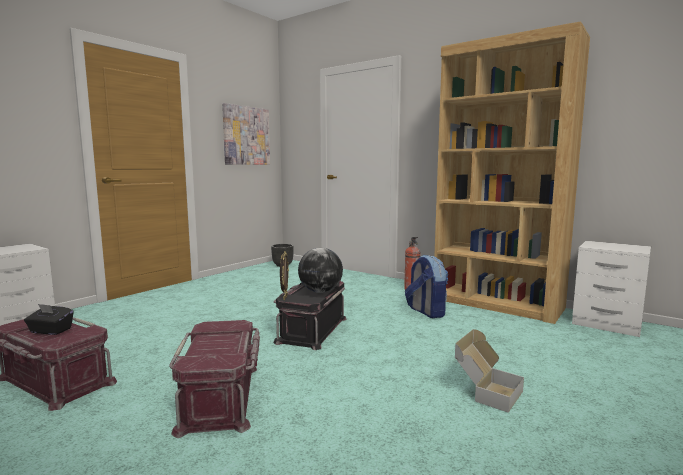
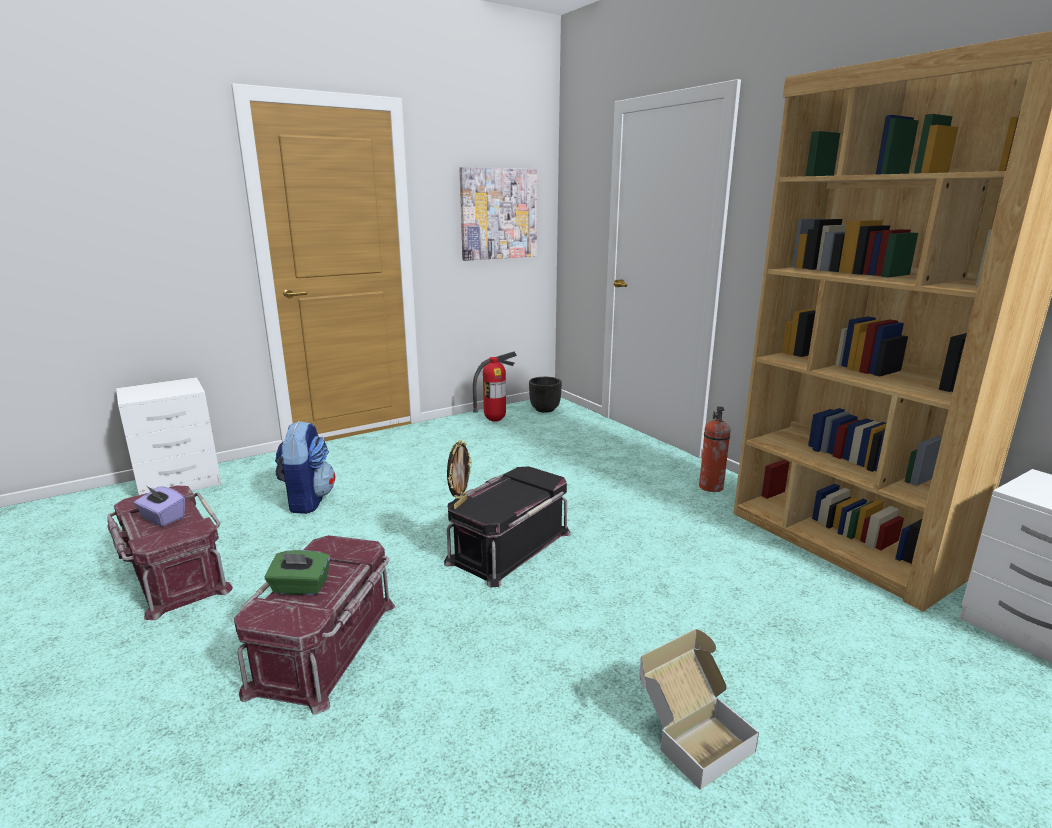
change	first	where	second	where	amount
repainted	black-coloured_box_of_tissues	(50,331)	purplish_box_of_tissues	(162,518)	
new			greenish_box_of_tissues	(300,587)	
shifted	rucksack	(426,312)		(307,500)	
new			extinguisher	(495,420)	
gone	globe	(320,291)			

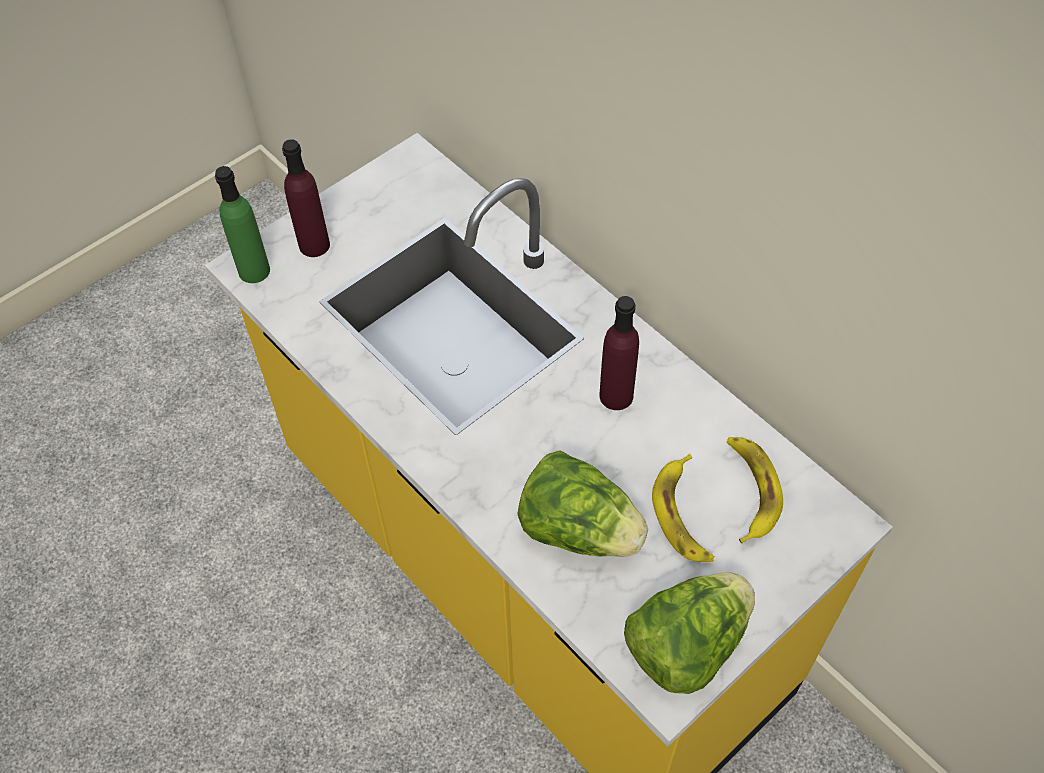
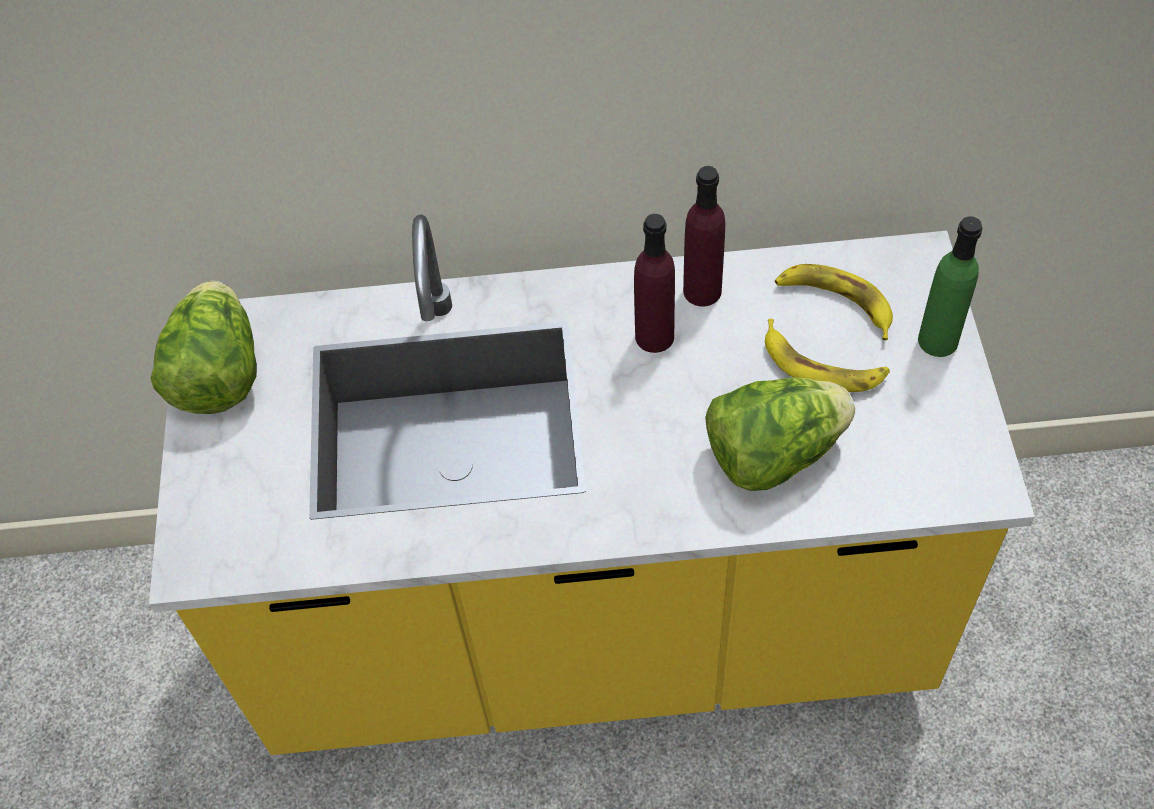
change	first	where	second	where	amount
shifted	lettuce_head	(686,645)		(218,374)	
shifted	purplish_beverage_bottle	(314,245)		(702,291)	
shifted	greenish_beverage_bottle	(254,270)		(937,340)	

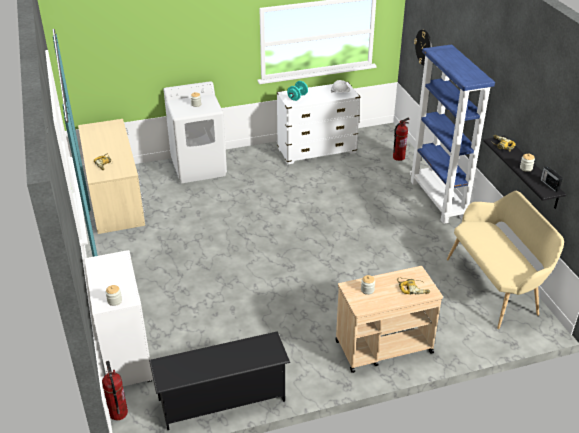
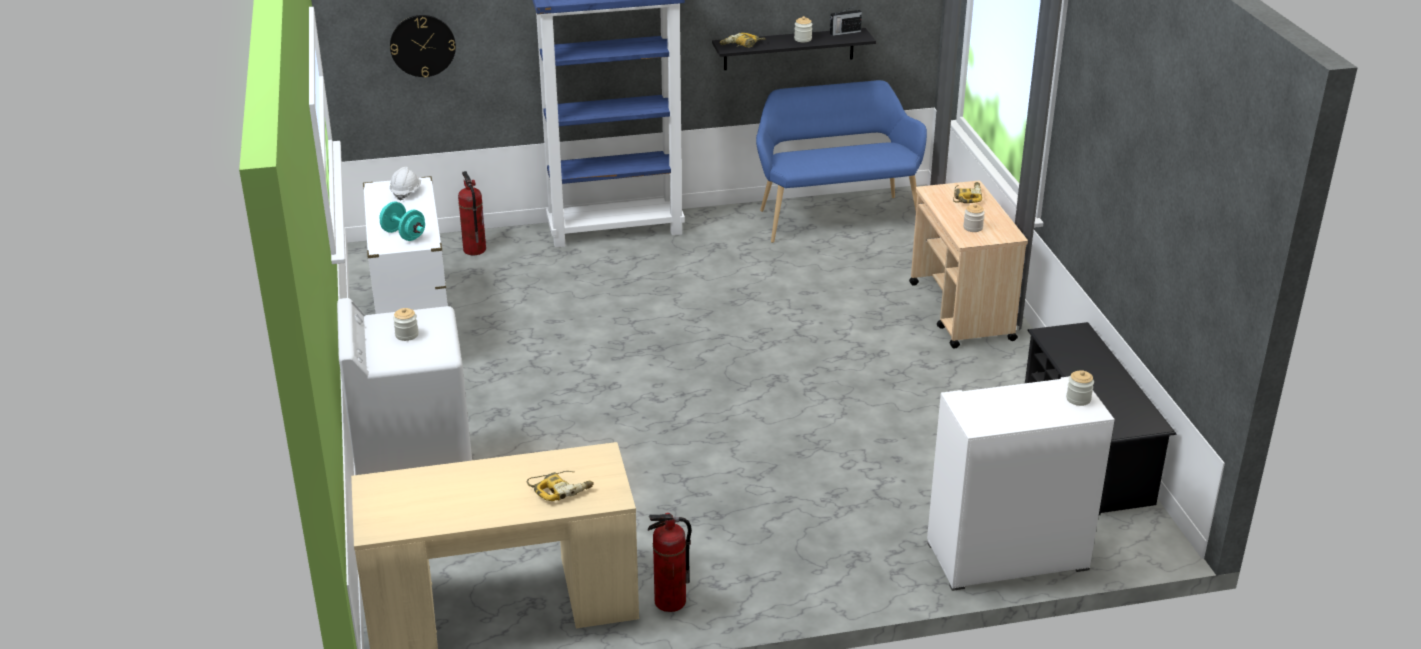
change	first	where	second	where	amount
shifted	extinguisher	(118,413)		(670,602)	
repainted	beige_indoor_bench	(496,286)	bluish_indoor_bench	(835,216)	

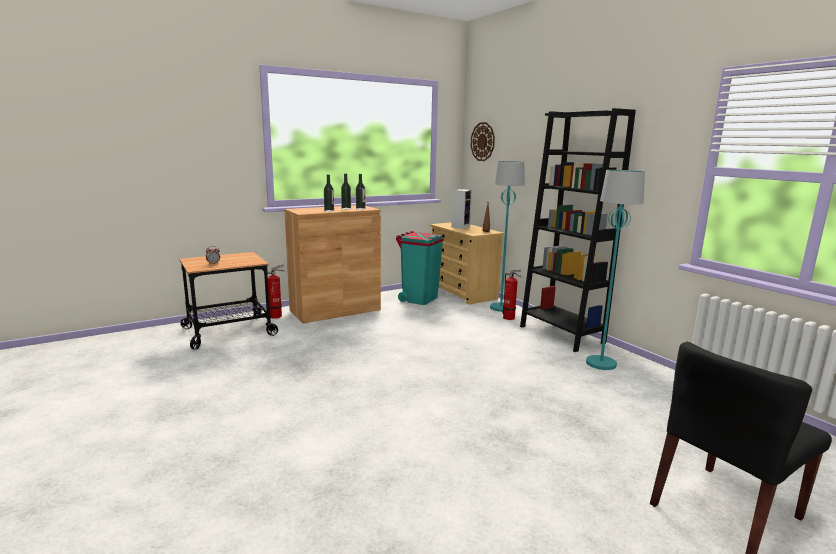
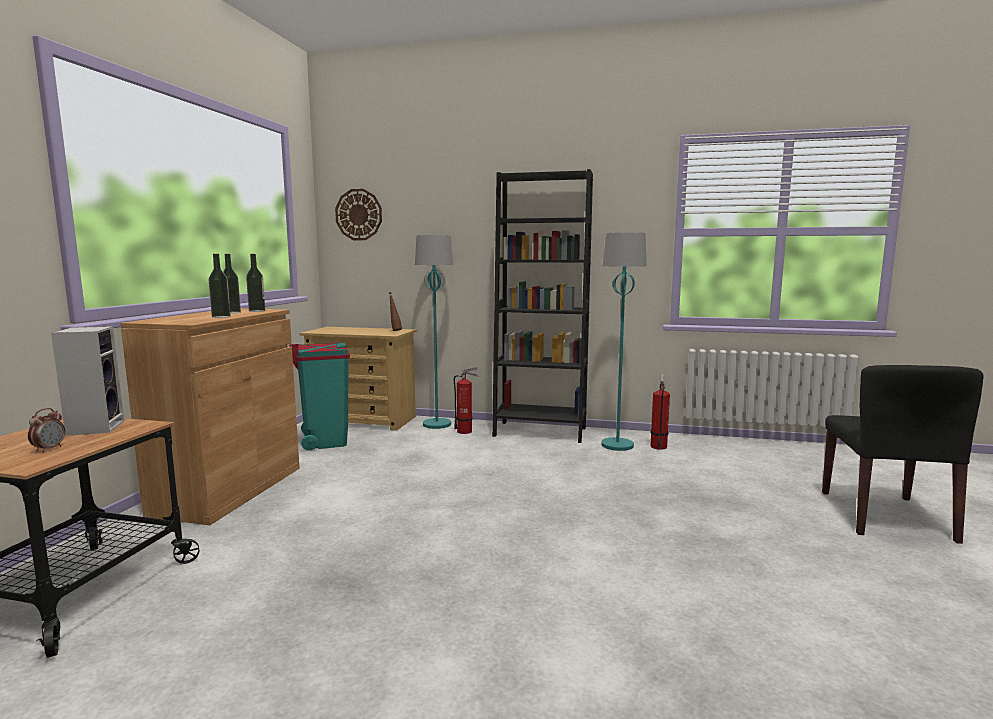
change	first	where	second	where	amount
shifted	loudspeaker	(460,226)		(95,427)	
shifted	extinguisher	(277,316)		(658,446)	

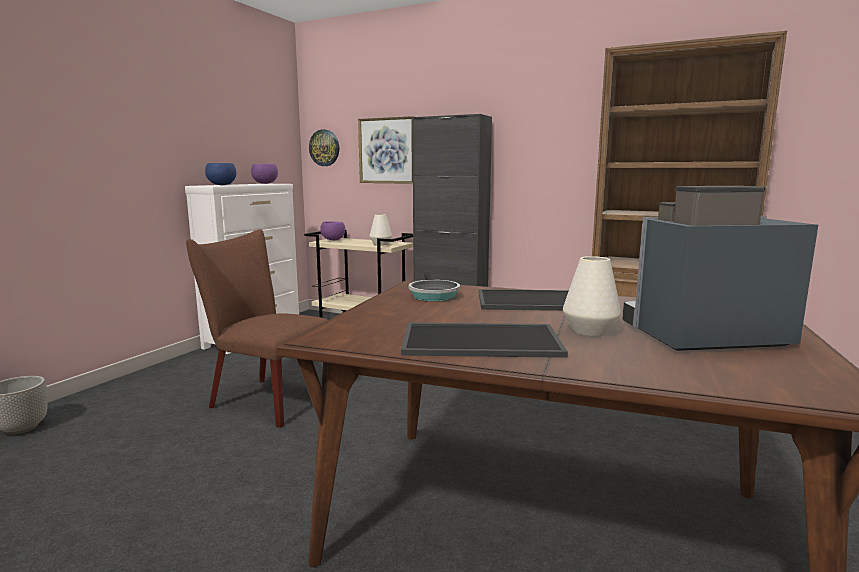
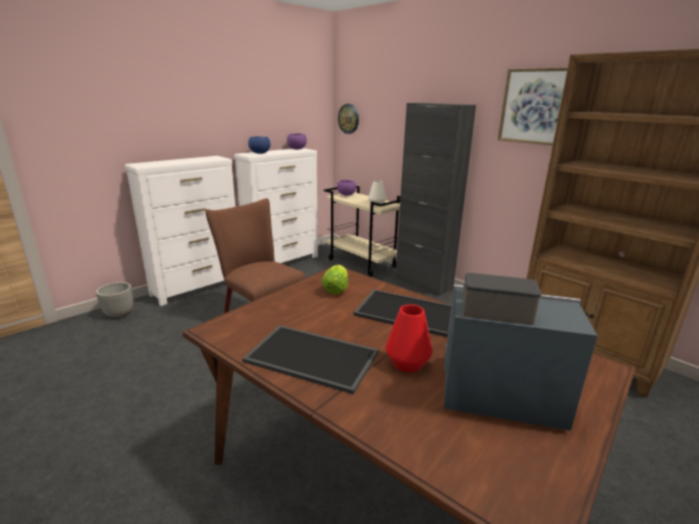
change	first	where	second	where	amount
new			white-coloured_chest_of_drawers	(198,287)	
swapped	frying_pan	(433,295)	lettuce_head	(336,289)	
repainted	white-coloured_vase	(590,331)	red_vase	(407,363)	
shifted	picture	(387,150)		(537,106)	

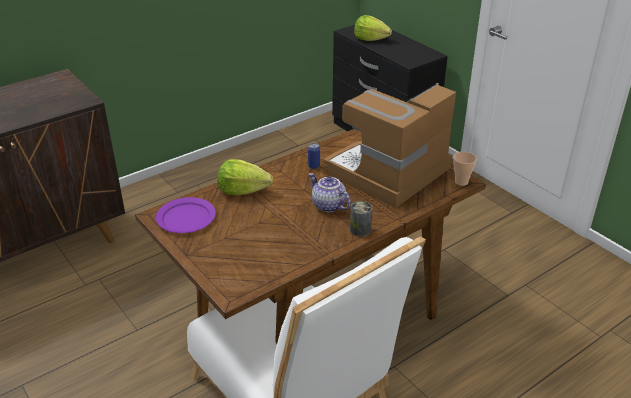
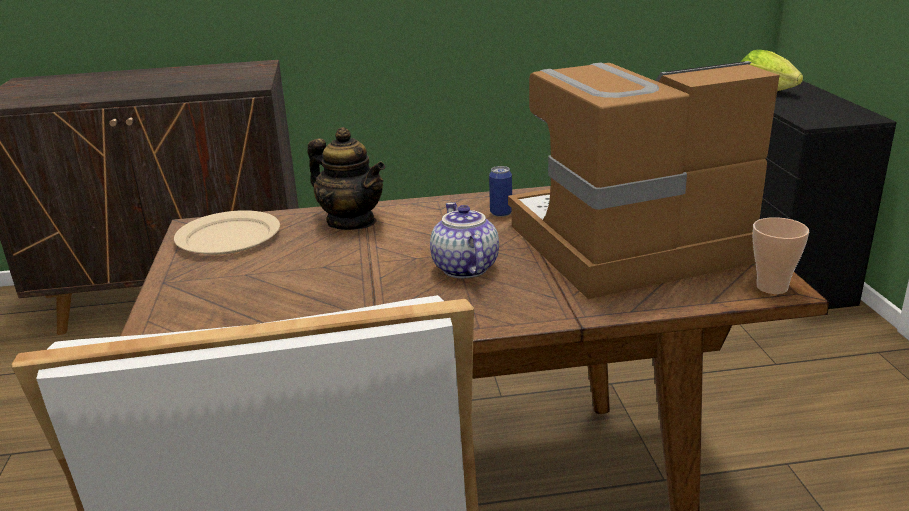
change	first	where	second	where	amount
repainted	purplish_dinner_plate	(186,217)	beige_dinner_plate	(228,237)	
swapped	lettuce_head	(243,191)	tea_pot	(351,222)	
gone	sealed_can	(360,230)			

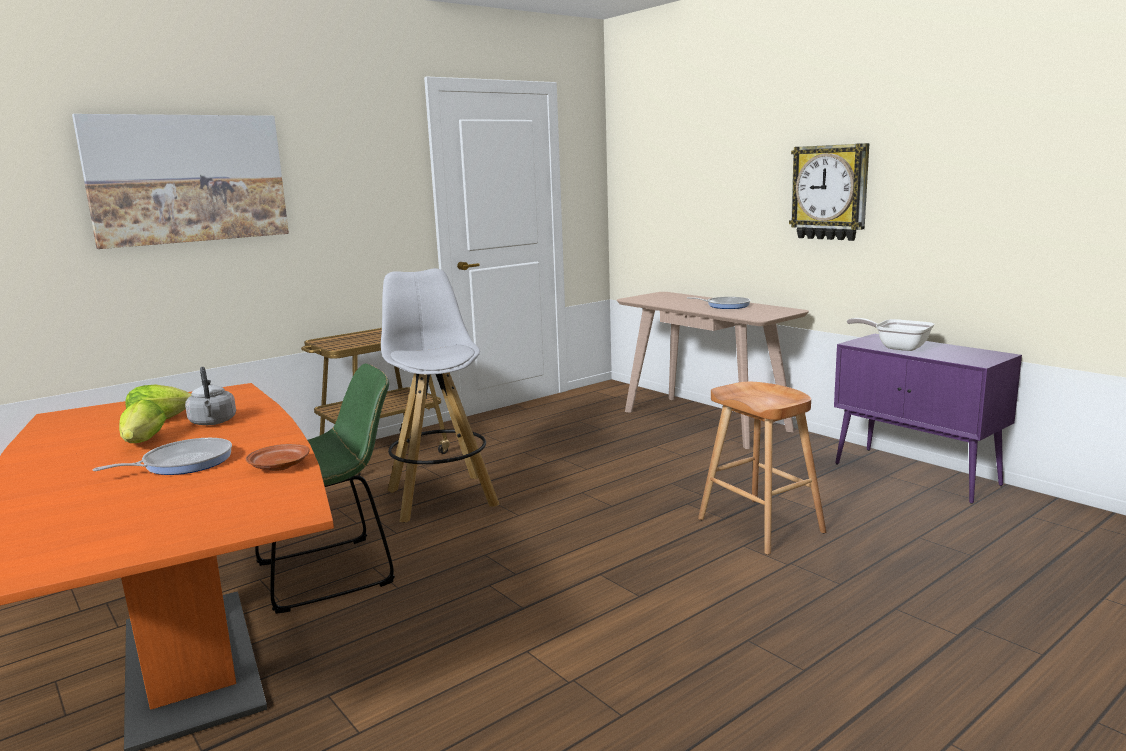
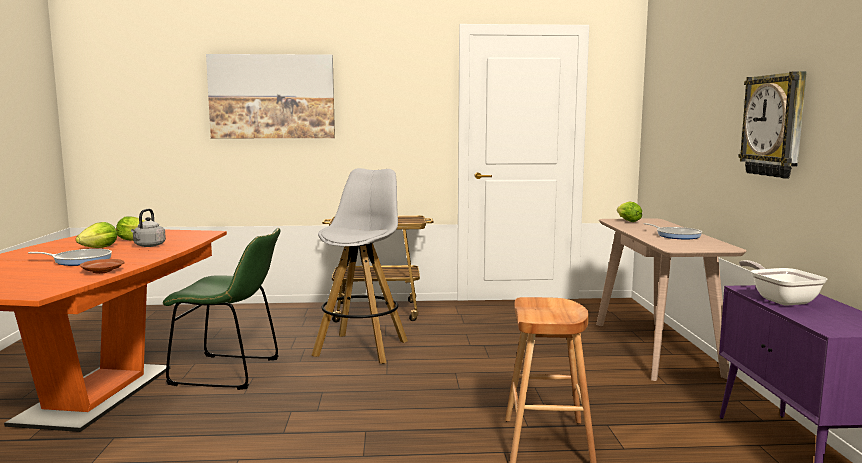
change	first	where	second	where	amount
new			lettuce_head	(627,221)	

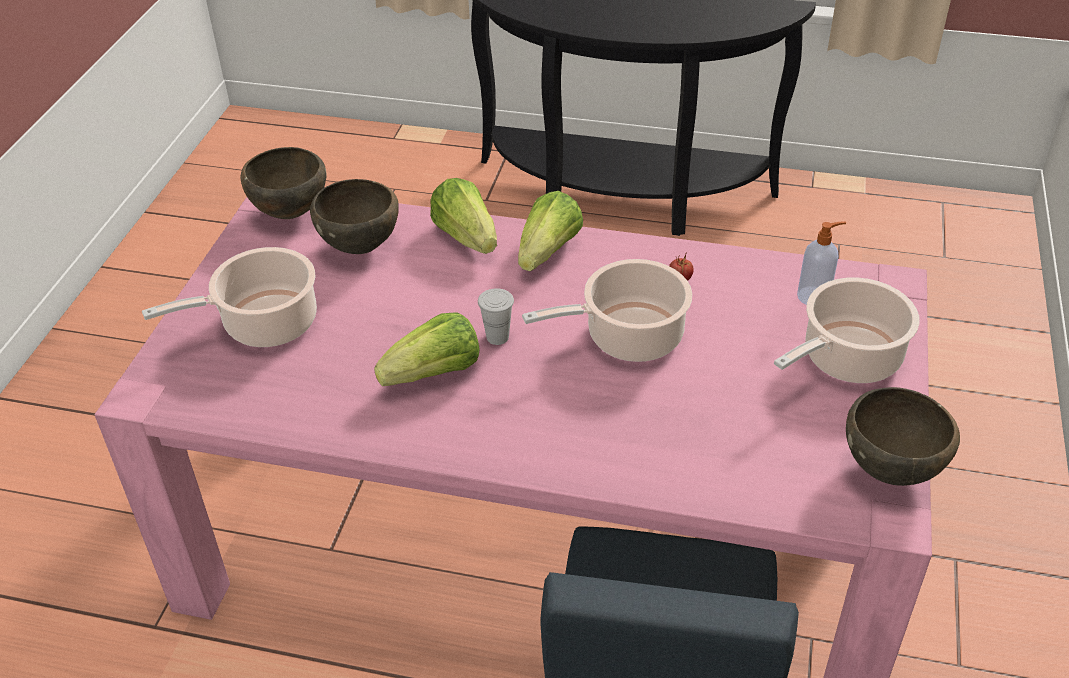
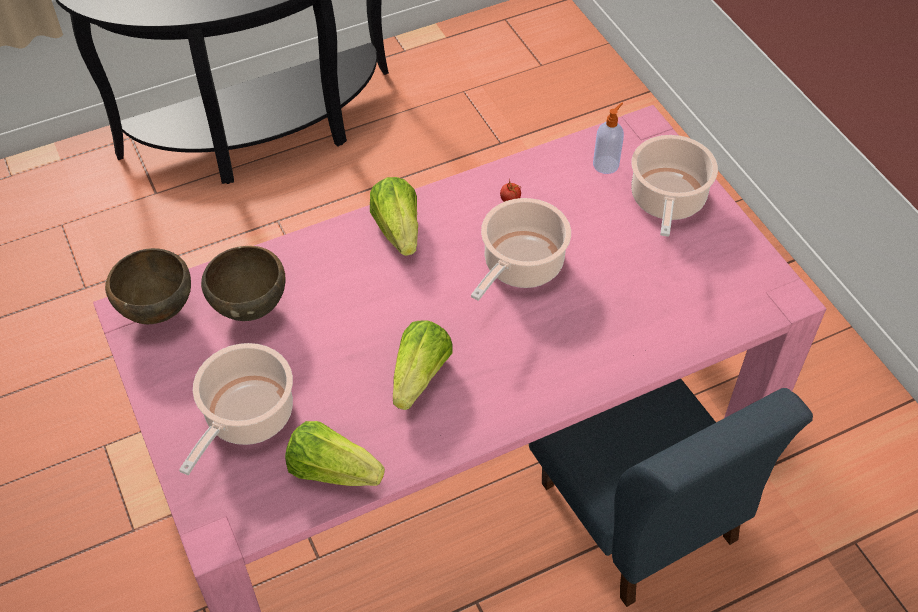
change	first	where	second	where	amount
shifted	lettuce_head	(467,237)		(332,470)	
gone	white-coloured_drinking_cup	(497,337)			
gone	brown_deep_dish	(891,471)			

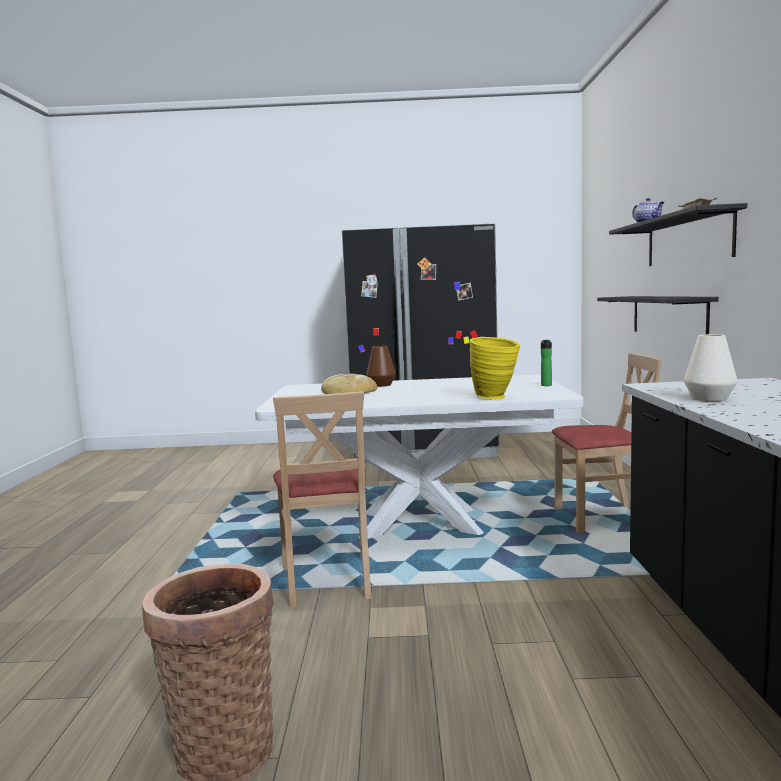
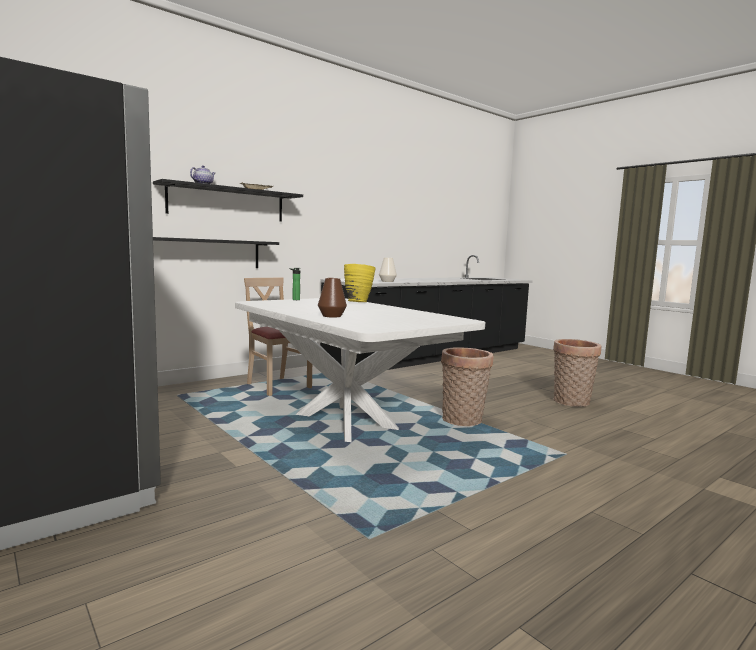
change	first	where	second	where	amount
swapped	beige_plain_chair	(327,581)	basket	(463,421)	
gone	baked_bread	(348,391)			

